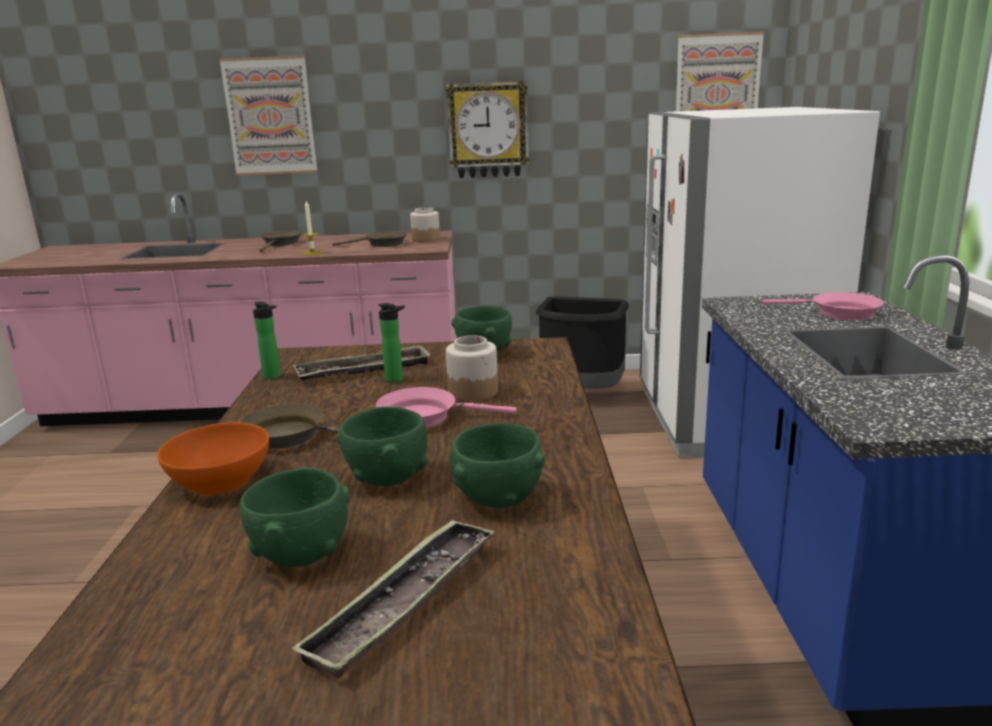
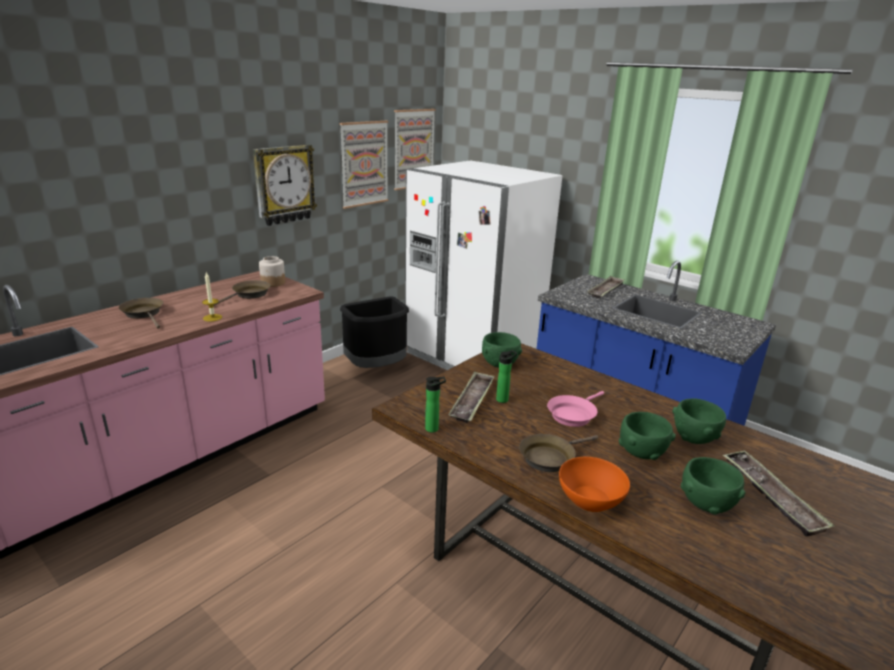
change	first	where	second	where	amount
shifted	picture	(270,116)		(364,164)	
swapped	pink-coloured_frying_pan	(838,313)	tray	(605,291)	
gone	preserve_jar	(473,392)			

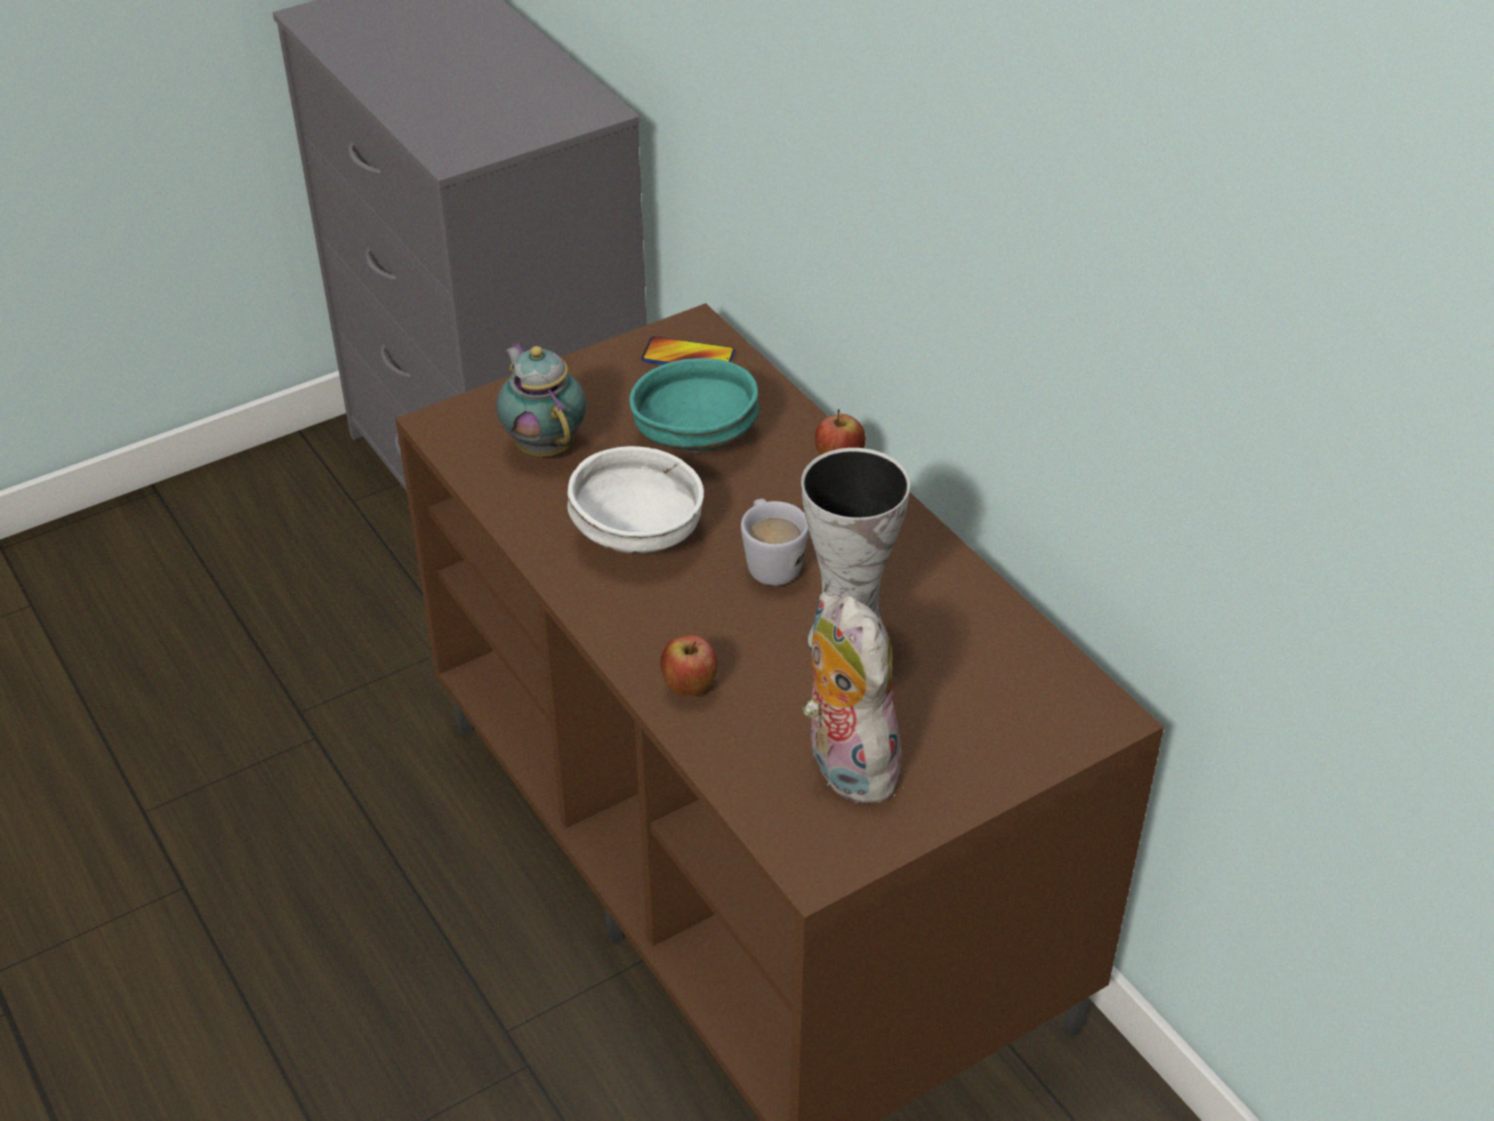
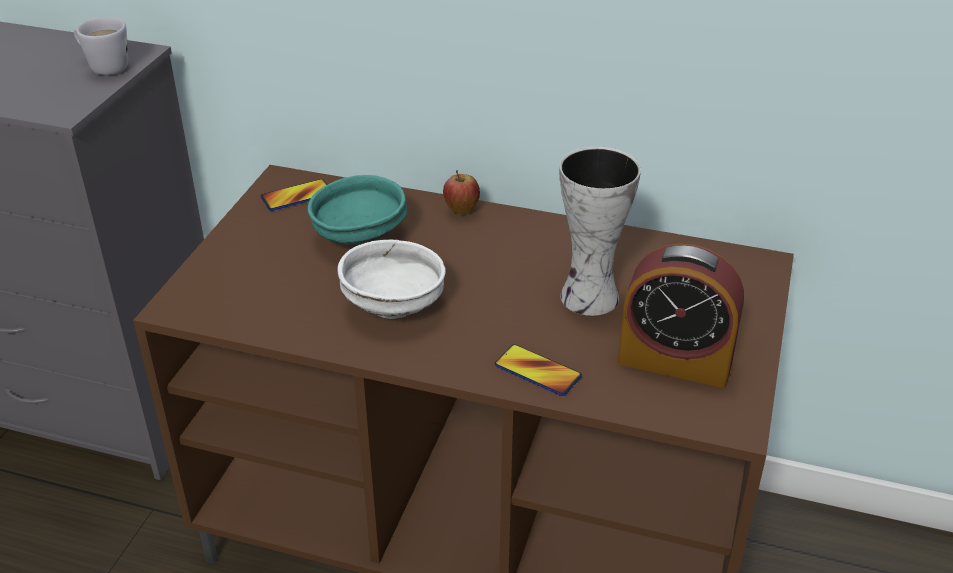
change	first	where	second	where	amount
shifted	white-coloured_coffee_mug	(770,562)		(104,66)	
swapped	whole_apple	(689,688)	telephone	(537,371)	
swapped	plush_toy	(844,763)	bedside_clock	(675,361)	
gone	tea_pot	(544,445)			

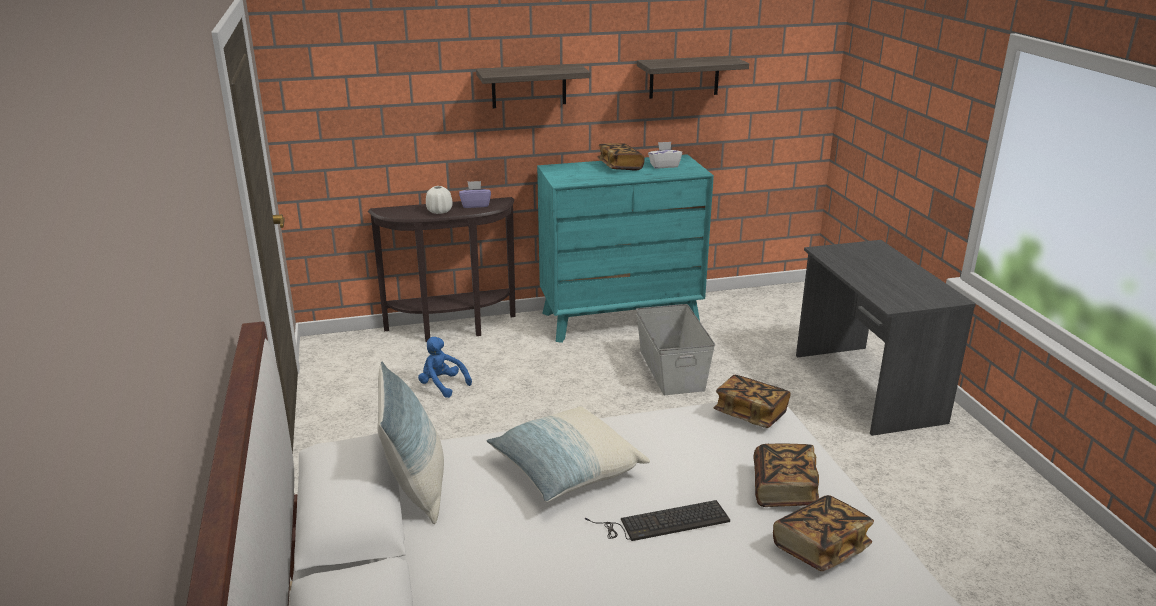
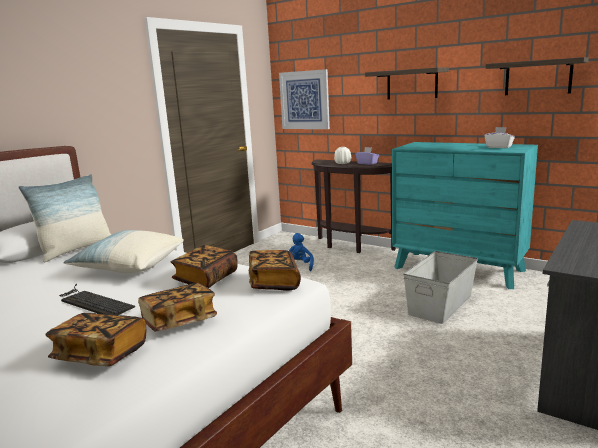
change	first	where	second	where	amount
shifted	book	(620,166)		(206,279)	
new			picture	(304,100)	

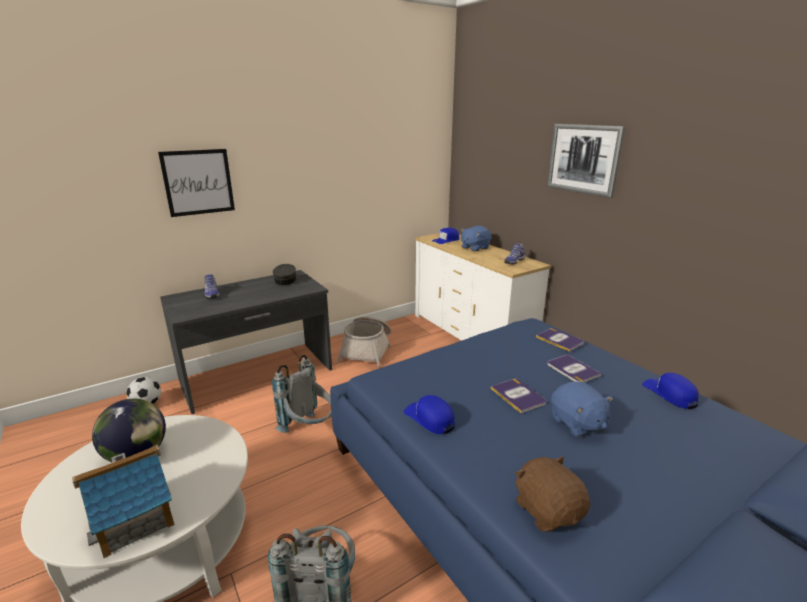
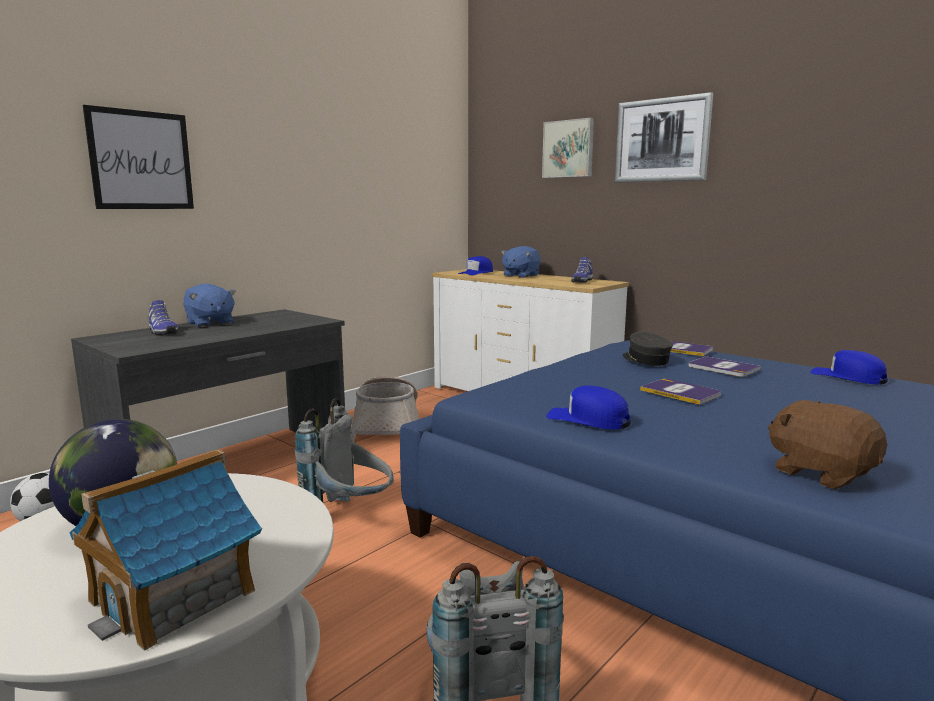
change	first	where	second	where	amount
shifted	bluish_plush_toy	(577,423)		(210,323)	
new			picture	(569,149)	
shifted	gray_peaked_cap	(285,280)		(645,359)	

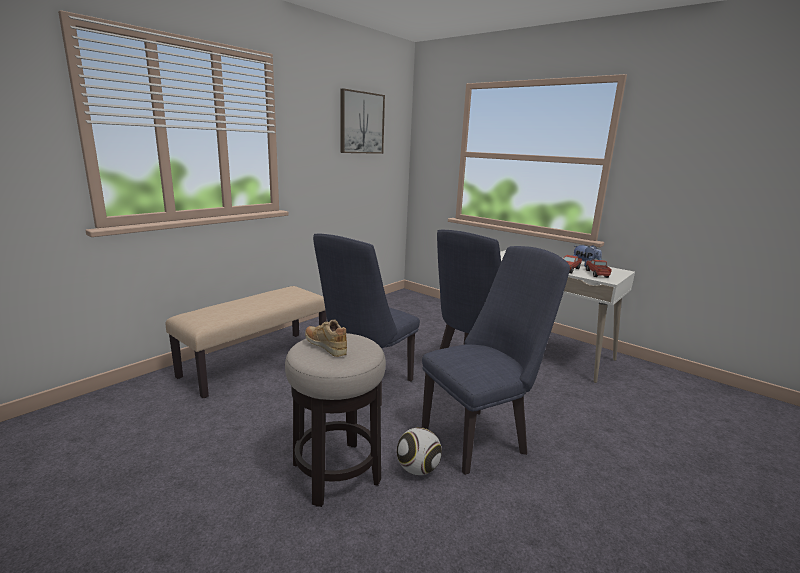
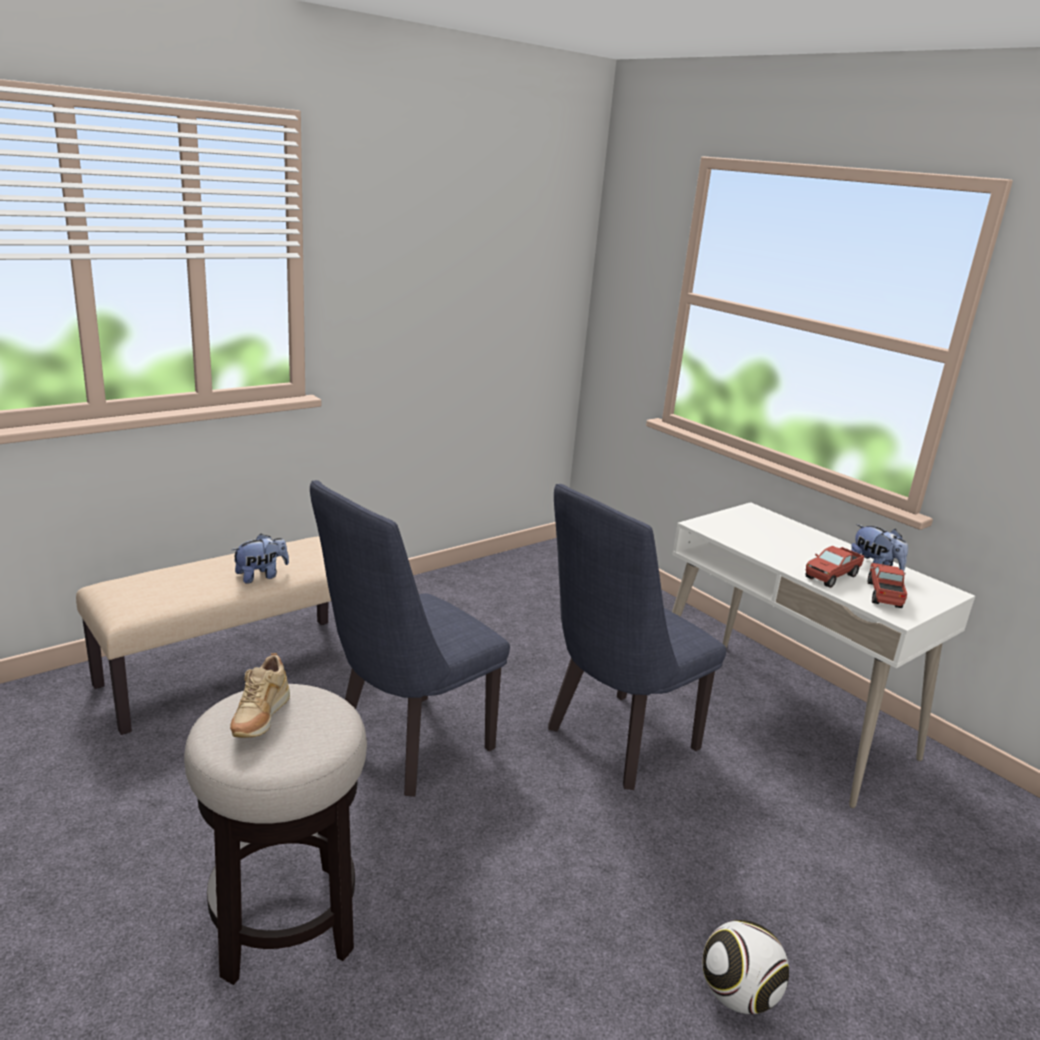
change	first	where	second	where	amount
rotated	beige_low_shoe	(326,347)		(259,720)	135 degrees counterclockwise
new			plush_toy	(261,576)	
shifted	football_ball	(417,469)		(737,996)	
gone	picture	(361,123)			
gone	bluish_plain_chair	(480,437)			

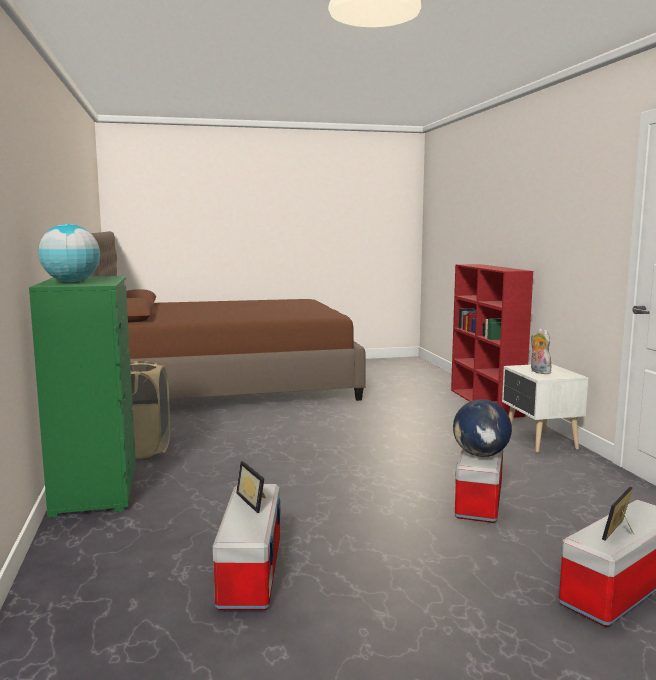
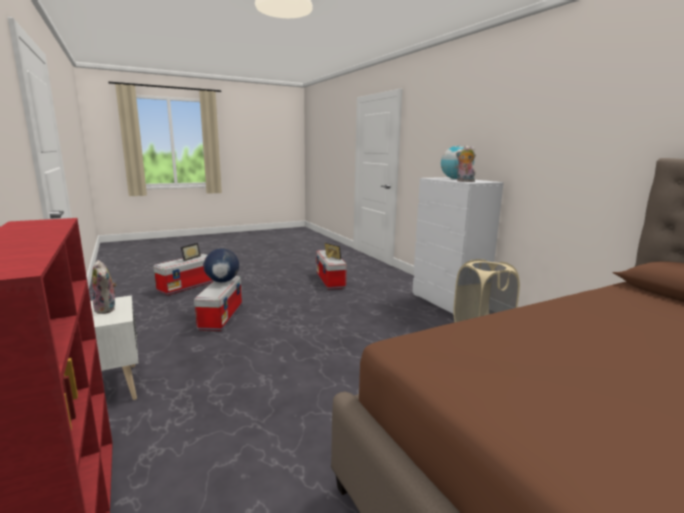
change	first	where	second	where	amount
repainted	greenish_chest_of_drawers	(96,489)	white-coloured_chest_of_drawers	(448,302)	
new			plush_toy	(464,181)	

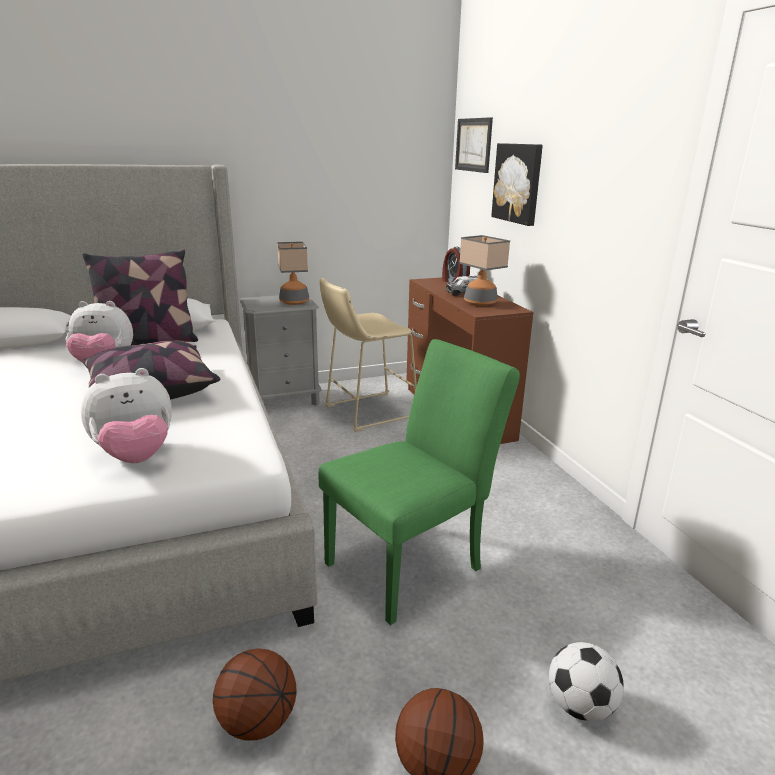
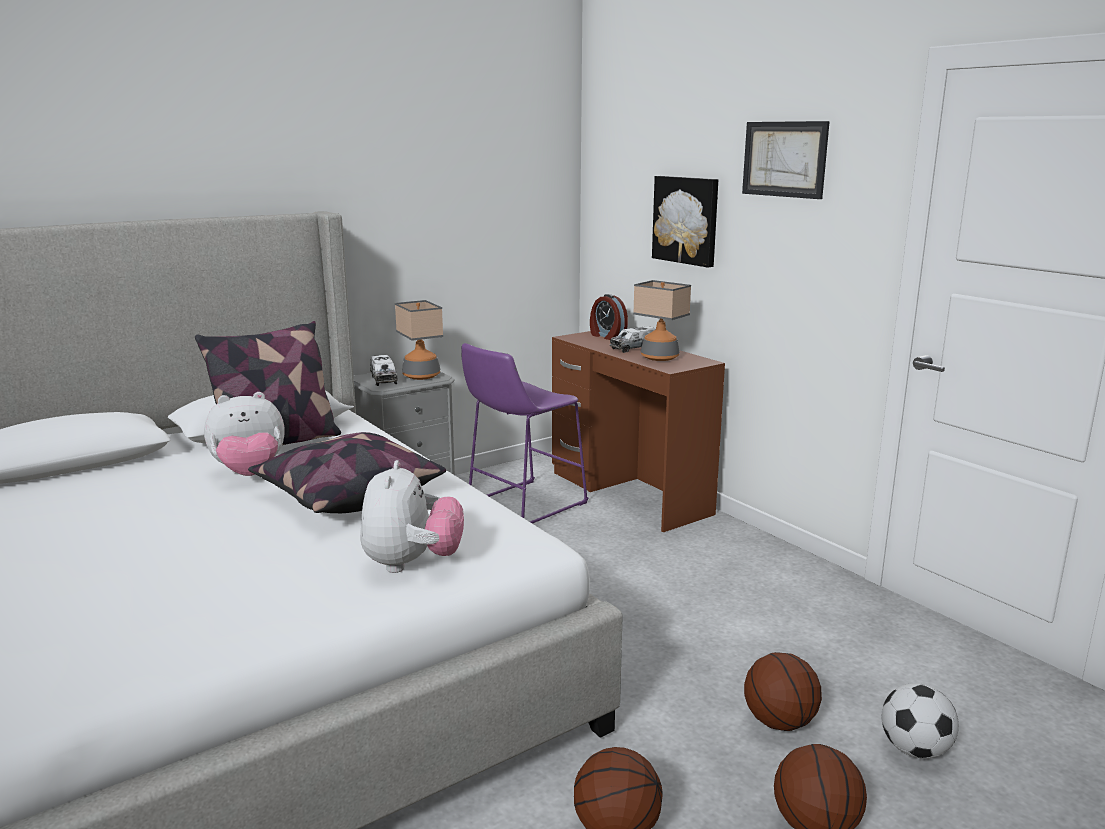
change	first	where	second	where	amount
rotated	plush_toy	(136,456)		(412,564)	45 degrees counterclockwise
new			toy_truck	(383,379)	
repainted	beige_sitting_stool	(366,412)	purplish_sitting_stool	(522,506)	
shifted	picture	(473,145)		(784,159)	
new			basketball	(780,722)	
gone	greenish_plain_chair	(413,562)			

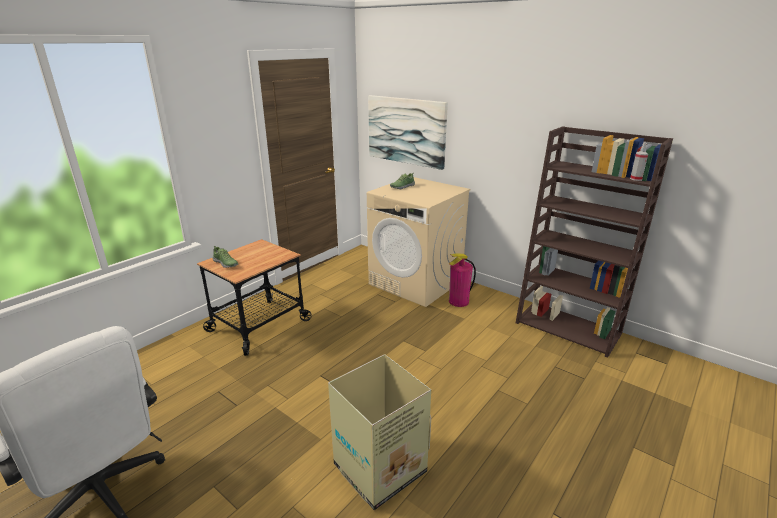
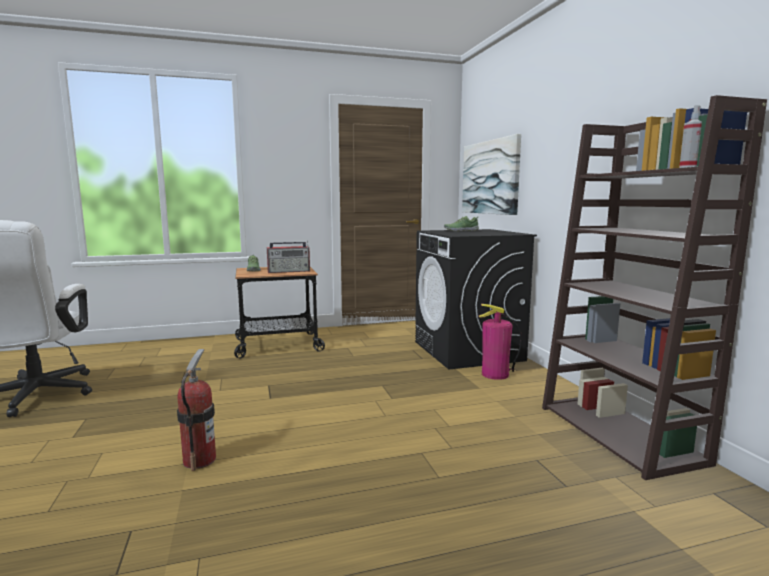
change	first	where	second	where	amount
swapped	carton	(378,469)	extinguisher	(199,460)	
new			radio_receiver	(289,271)	
repainted	beige_laundry_machine	(416,282)	black-coloured_laundry_machine	(468,351)	

